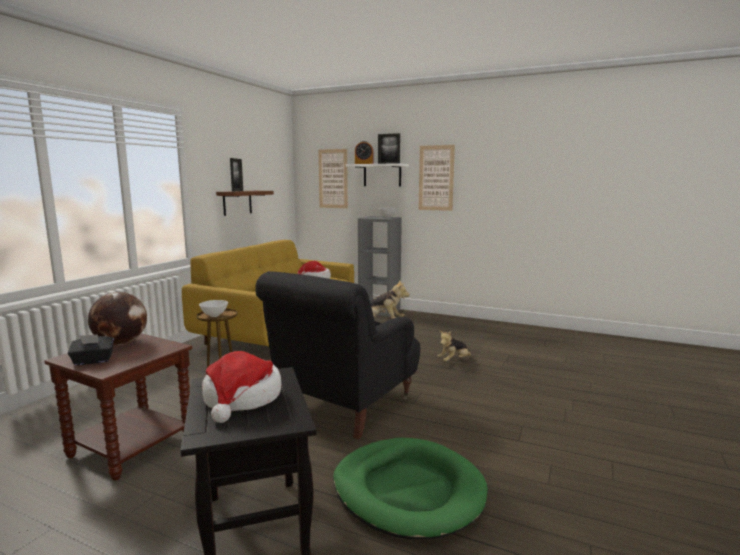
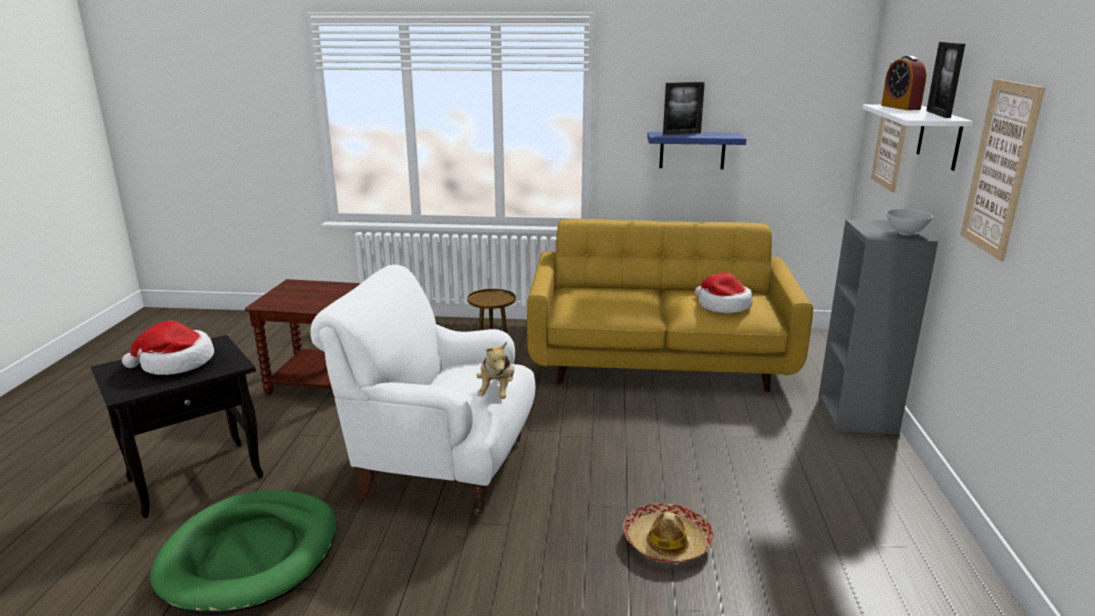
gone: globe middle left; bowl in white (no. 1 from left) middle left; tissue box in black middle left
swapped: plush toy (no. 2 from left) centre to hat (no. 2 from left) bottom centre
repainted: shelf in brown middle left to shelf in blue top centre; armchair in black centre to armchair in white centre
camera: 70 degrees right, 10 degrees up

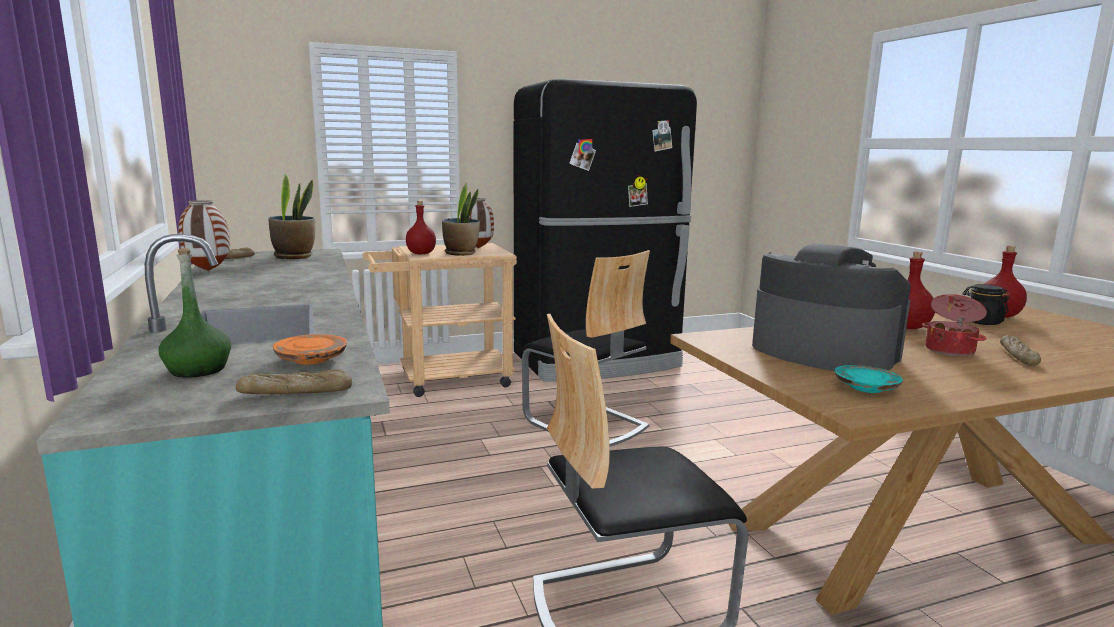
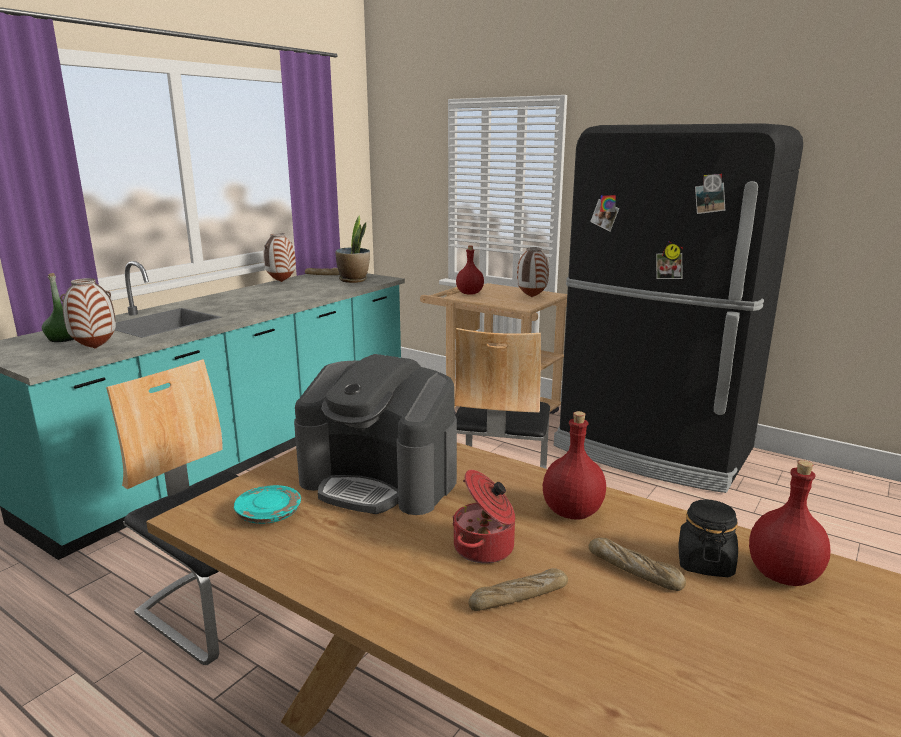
gone: potted plant (no. 2 from left) centre
shifted: bread (no. 2 from left in the first image) middle left to bread (no. 3 from left) bottom right
swapped: plate in orange middle left to vase (no. 1 from left) middle left
rotated: coffee machine middle right = centre 105 degrees clockwise
camera: 55 degrees right, 5 degrees up

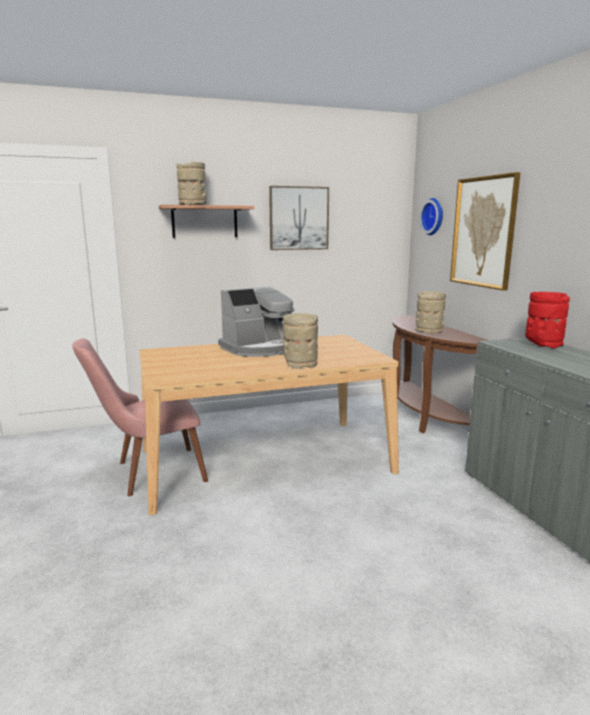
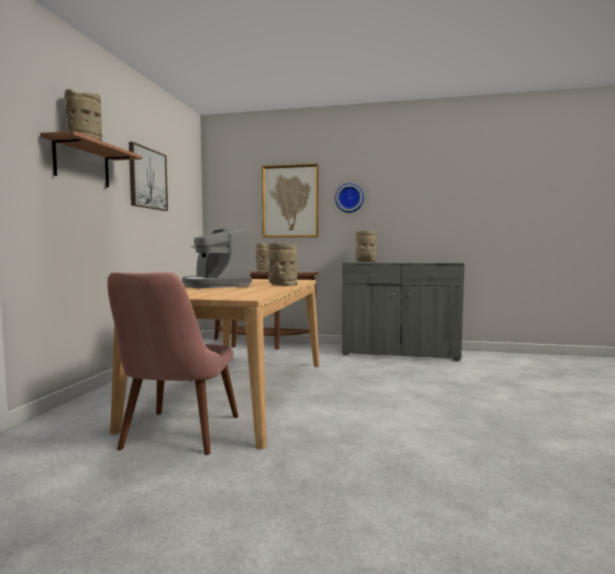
shifted: wall clock top right to centre
repainted: vase in red middle right to vase in beige (no. 4 from left) centre
rotated: coffee machine centre = centre 150 degrees clockwise
camera: 60 degrees left, 10 degrees down

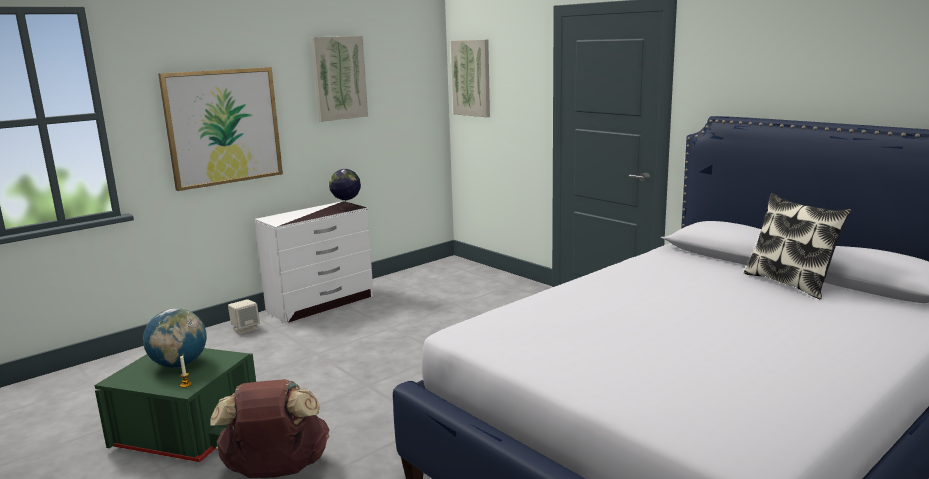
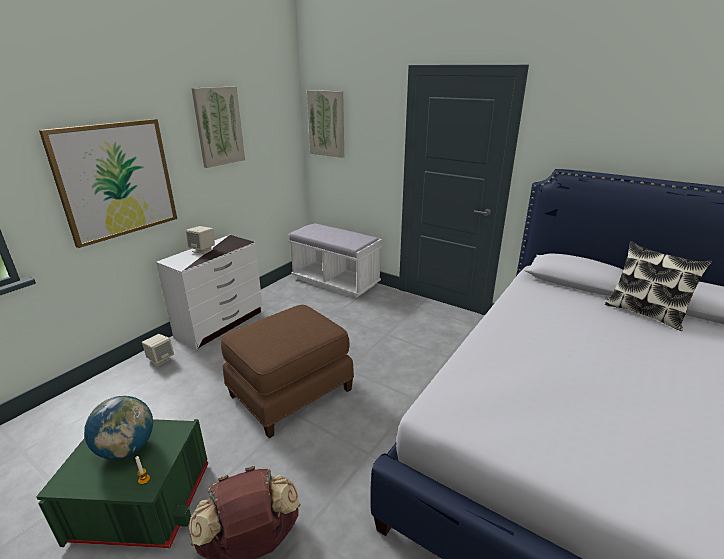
gone: globe (no. 2 from left) centre
new: bench in white centre; speaker in beige (no. 2 from left) middle left; ottoman in brown centre
camera: 15 degrees left, 10 degrees up

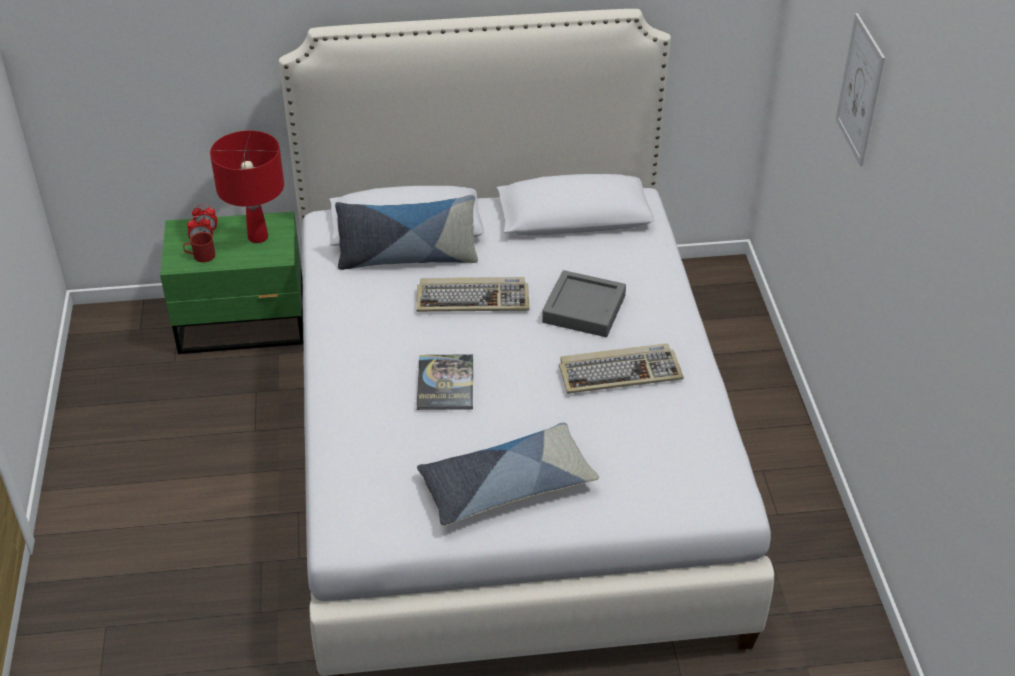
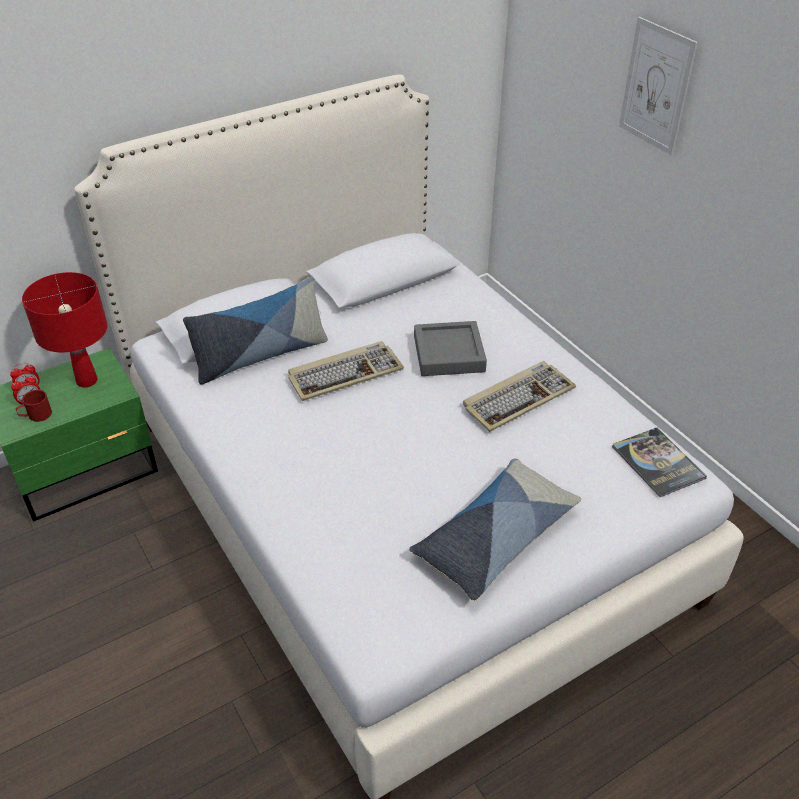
shifted: book centre to middle right
camera: 25 degrees left, 0 degrees up

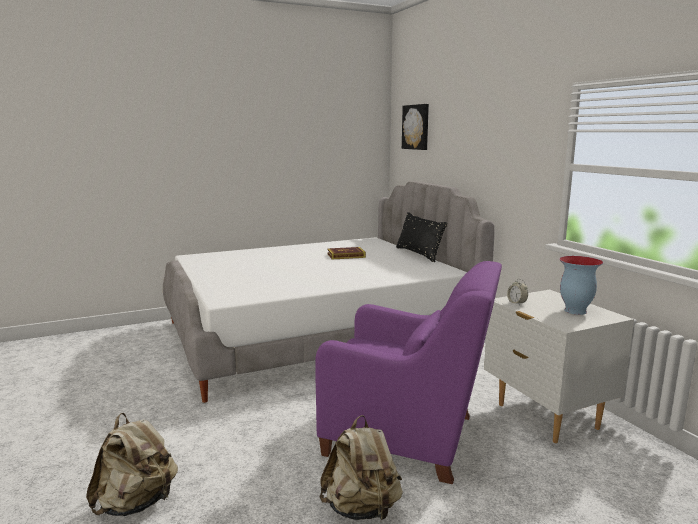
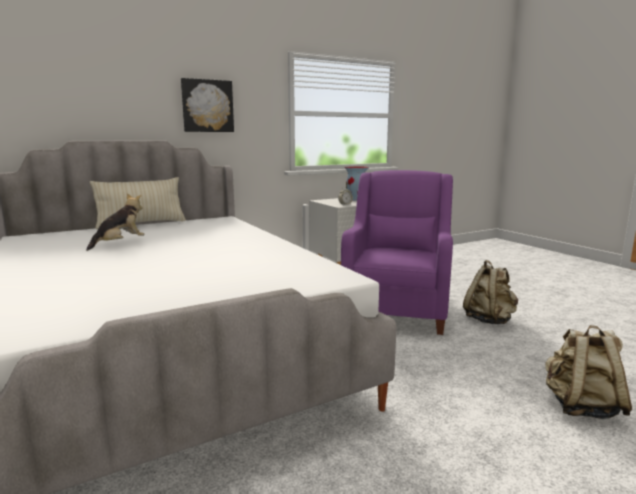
shifted: picture top centre to top left
swapped: book centre to plush toy middle left
repainted: pillow in black centre to pillow in beige middle left
camera: 95 degrees left, 0 degrees up

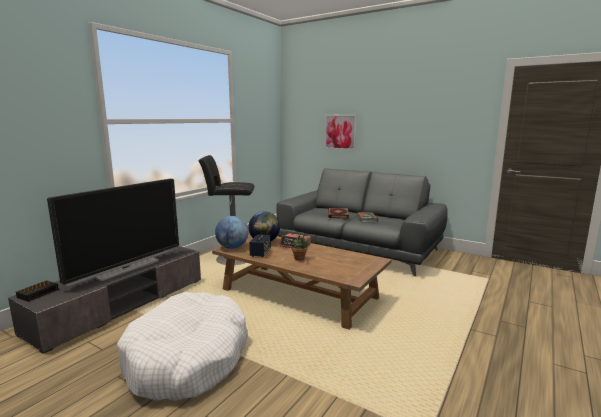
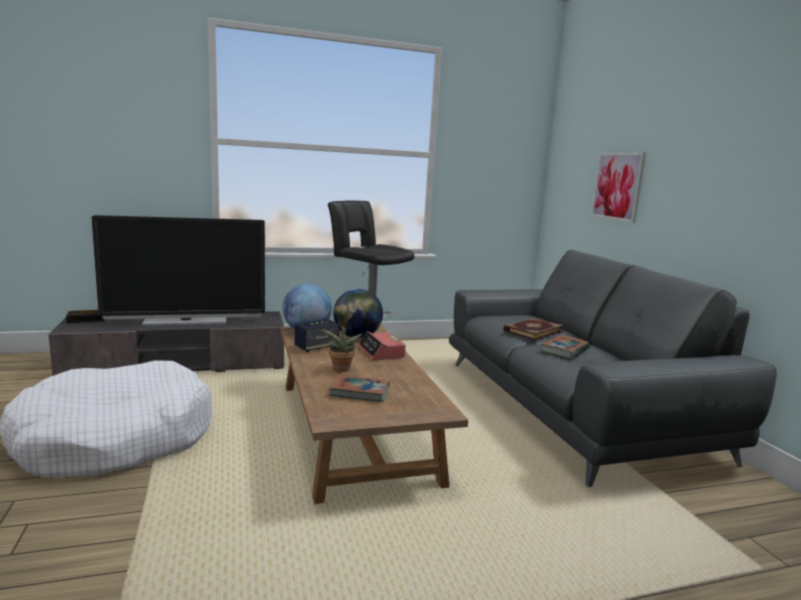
new: book (no. 1 from left) centre
camera: 40 degrees right, 0 degrees up

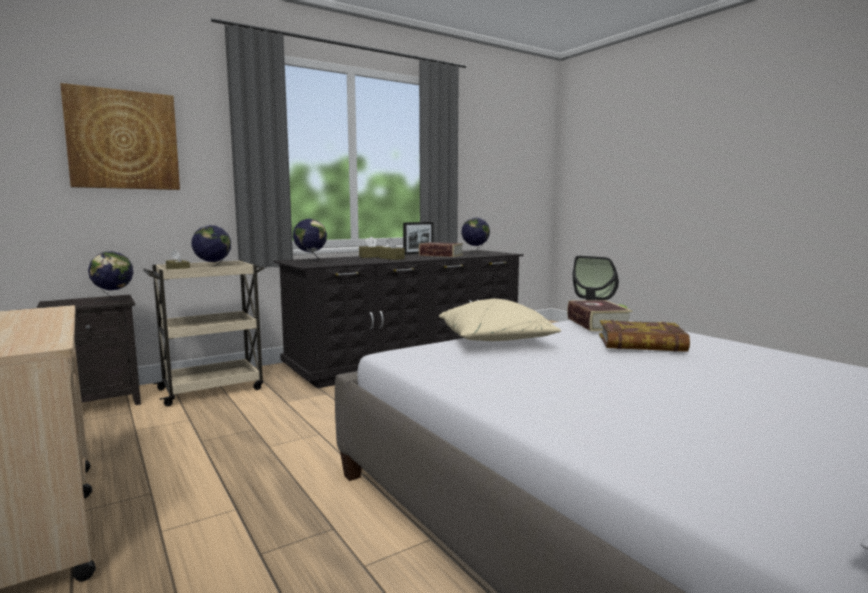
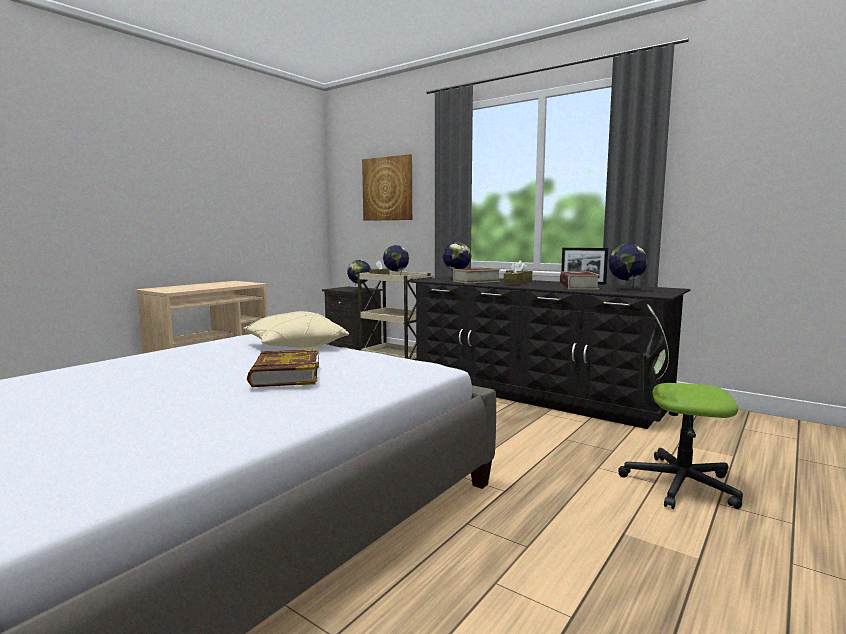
shifted: book (no. 2 from left) middle right to centre
camera: 70 degrees right, 0 degrees up

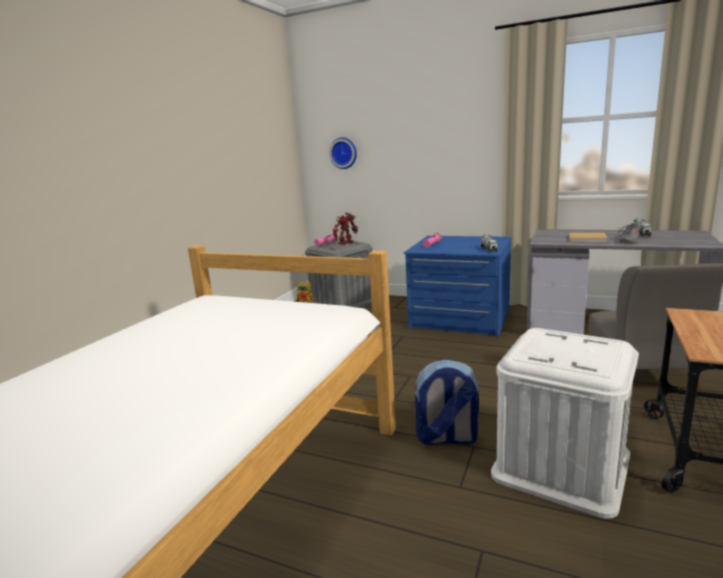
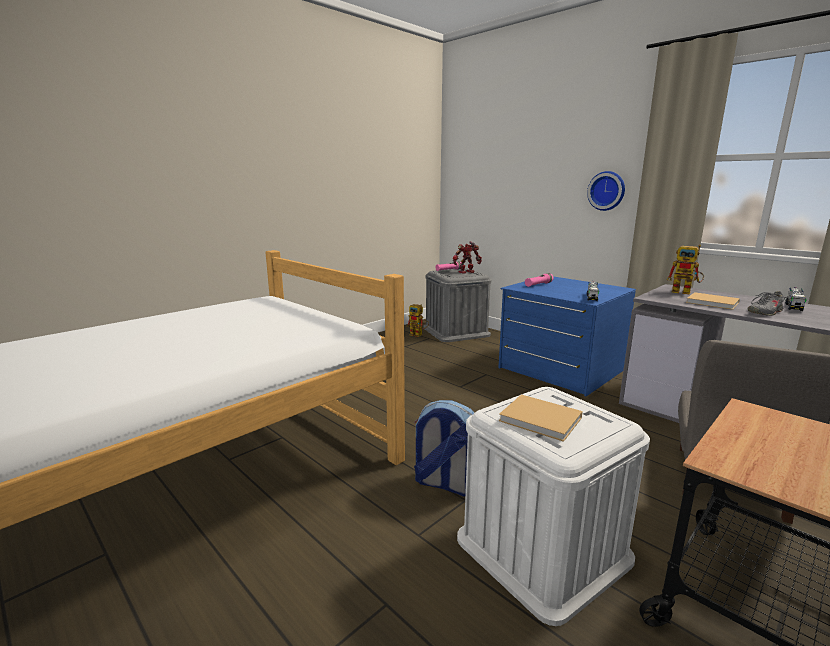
new: toy robot (no. 3 from left) middle right; book in beige (no. 1 from left) centre
shifted: wall clock top centre to top right
camera: 20 degrees right, 0 degrees up

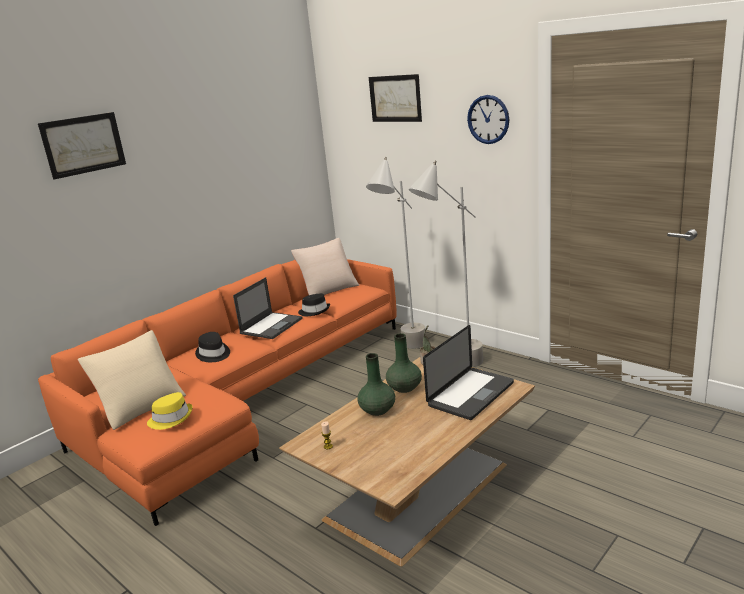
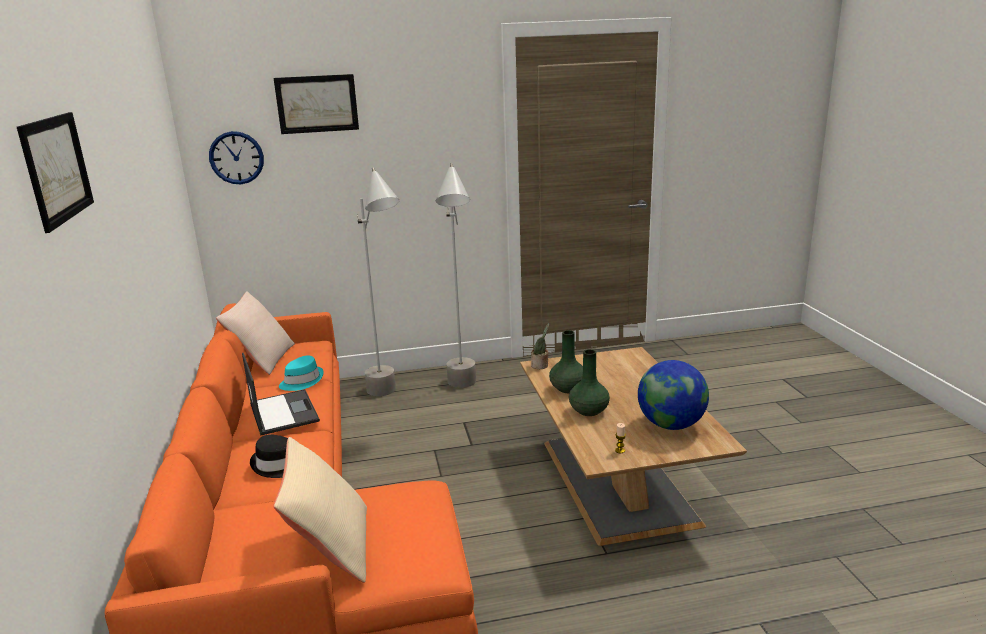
gone: laptop (no. 2 from left) centre; hat in yellow bottom left
new: globe middle right
shifted: wall clock top centre to top left
repainted: hat in black (no. 2 from left) centre to hat in turquoise middle left
camera: 55 degrees left, 0 degrees up

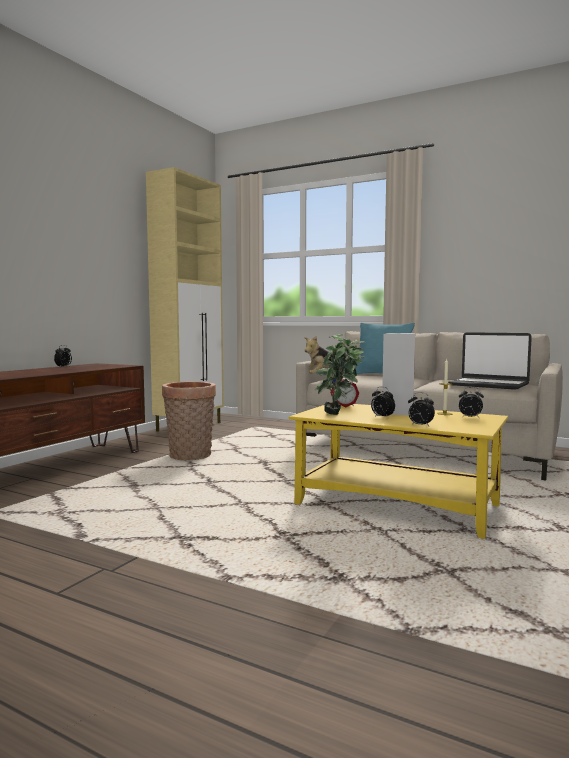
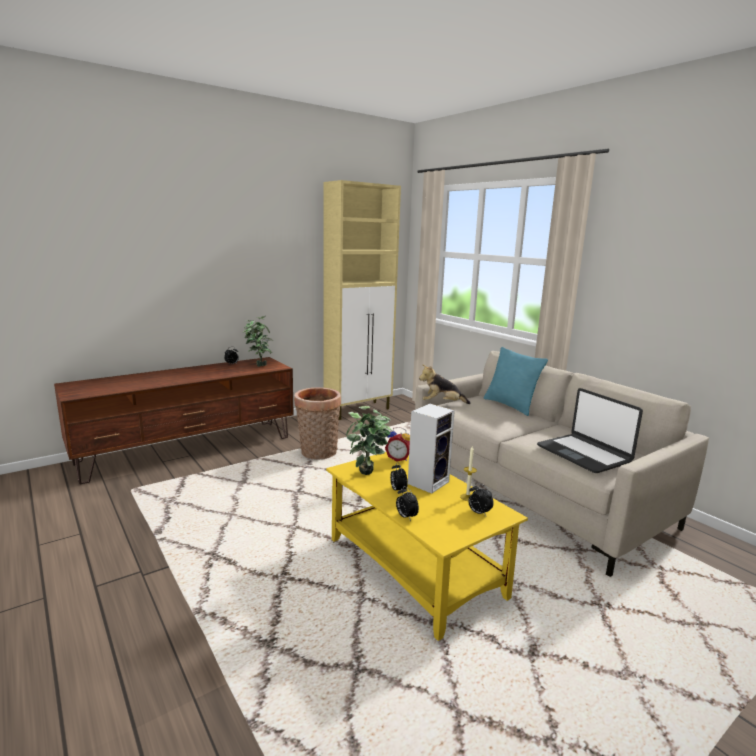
new: potted plant (no. 1 from left) centre
camera: 25 degrees right, 10 degrees up

